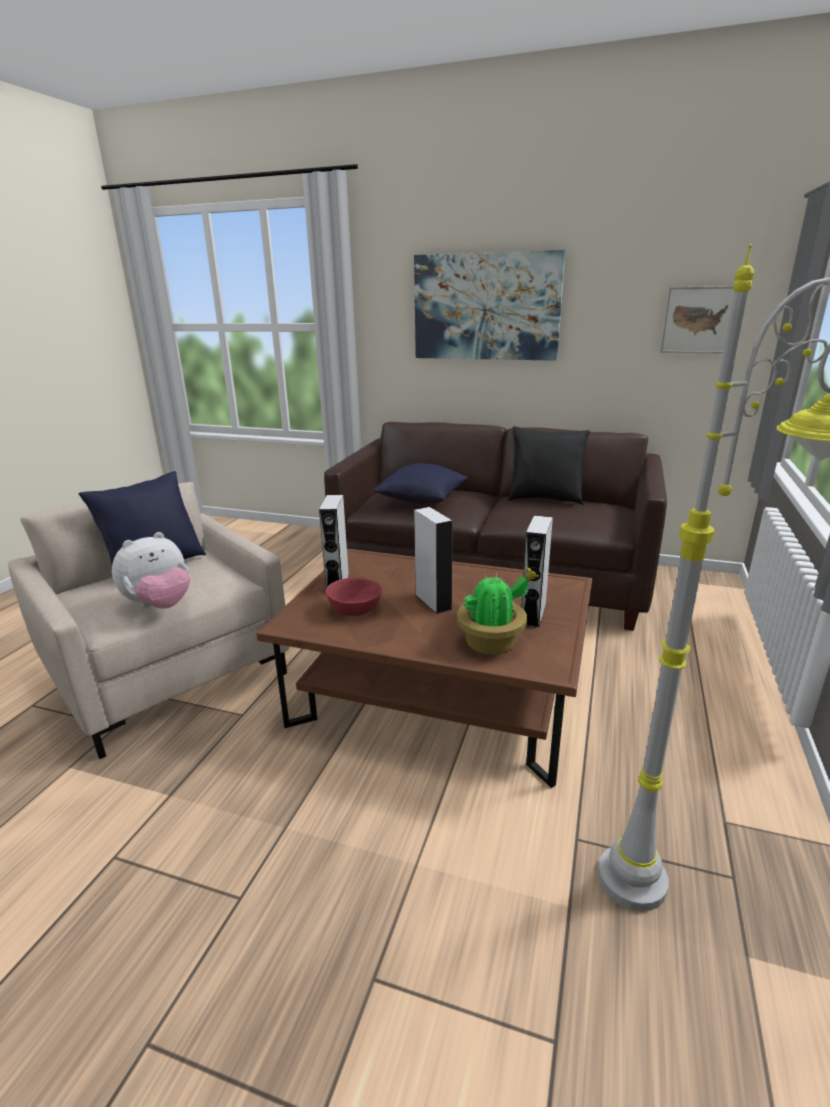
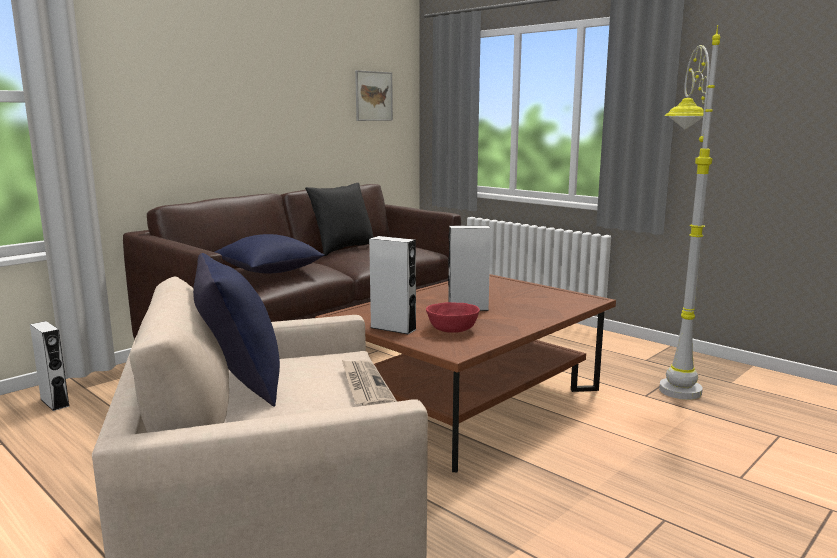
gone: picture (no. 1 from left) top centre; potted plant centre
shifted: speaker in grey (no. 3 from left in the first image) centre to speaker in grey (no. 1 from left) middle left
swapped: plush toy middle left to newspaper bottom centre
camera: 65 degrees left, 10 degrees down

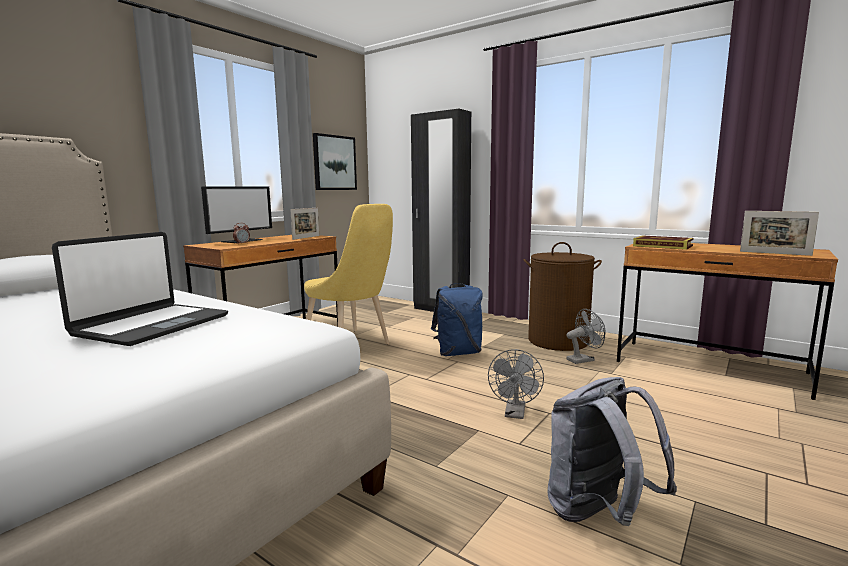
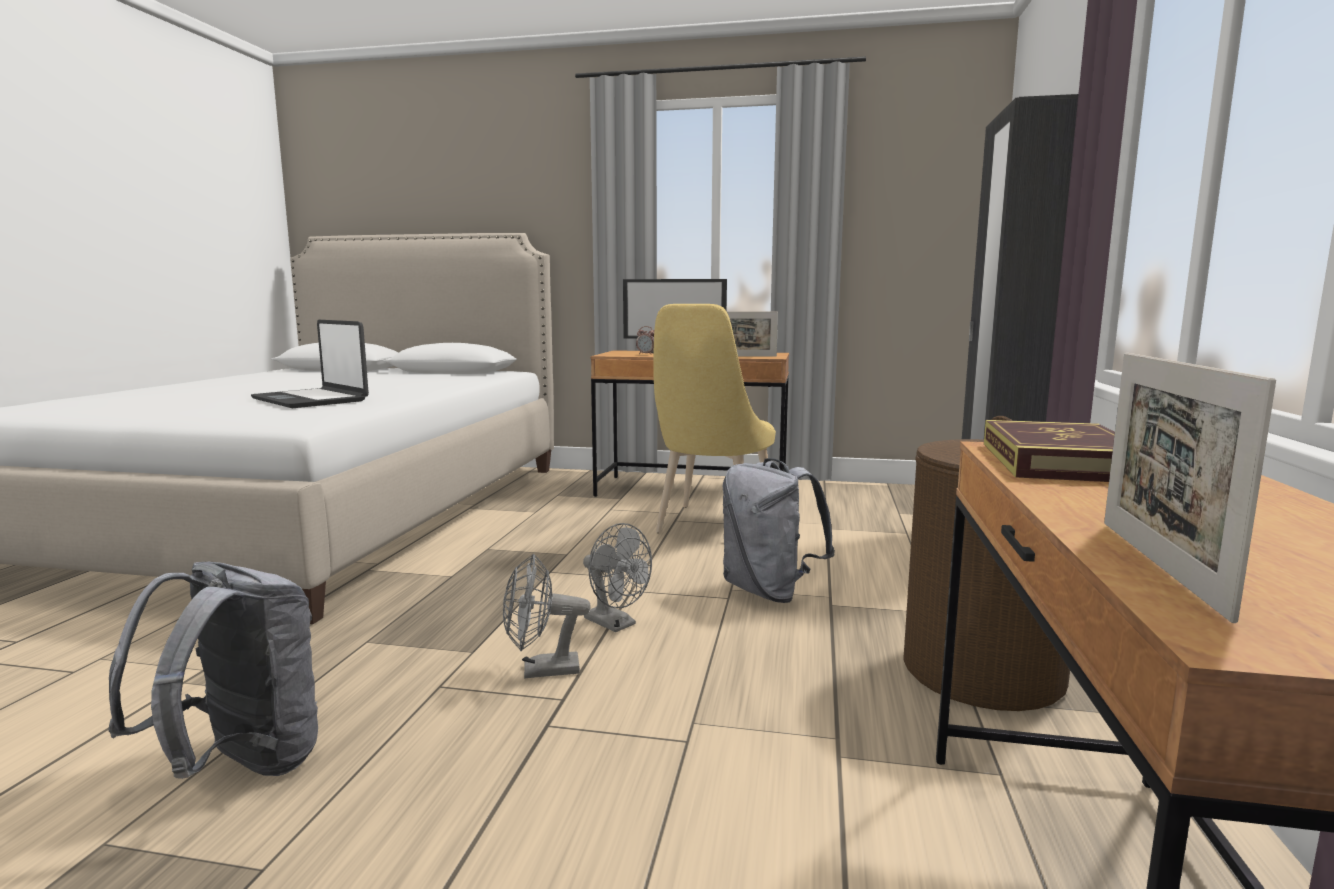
gone: picture top centre
shifted: fan in grey (no. 2 from left) middle right to centre
repainted: backpack in blue centre to backpack in grey (no. 2 from left) centre
rotated: laptop middle left = middle left 45 degrees clockwise
camera: 65 degrees right, 0 degrees up

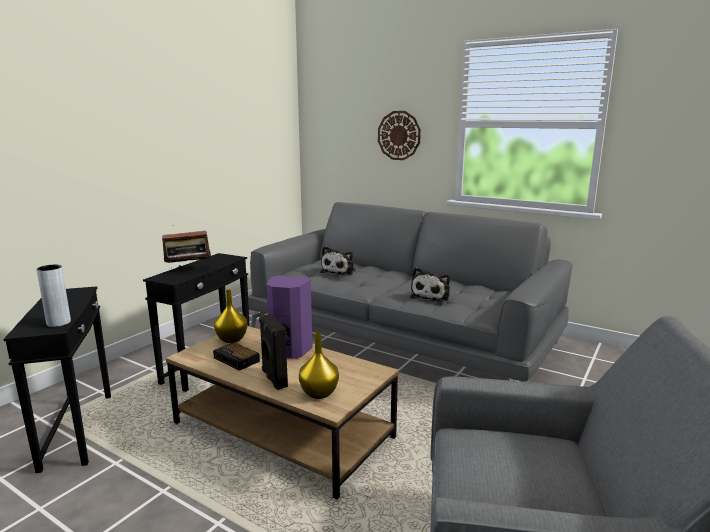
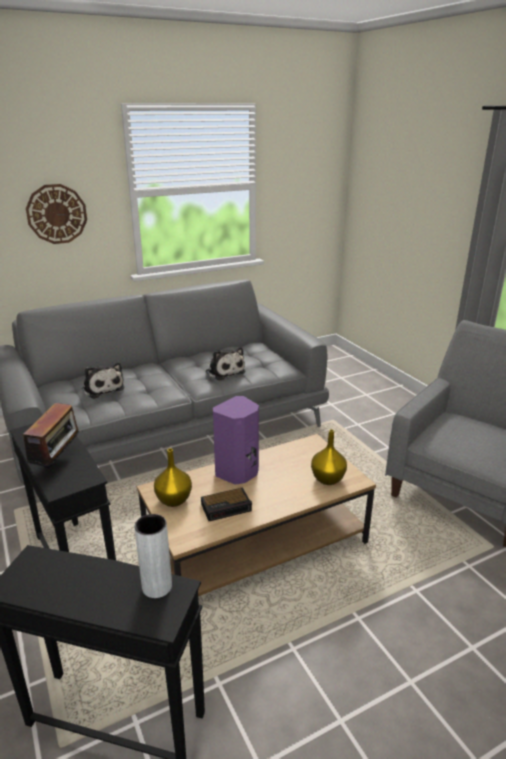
gone: speaker in black centre
camera: 60 degrees left, 10 degrees up

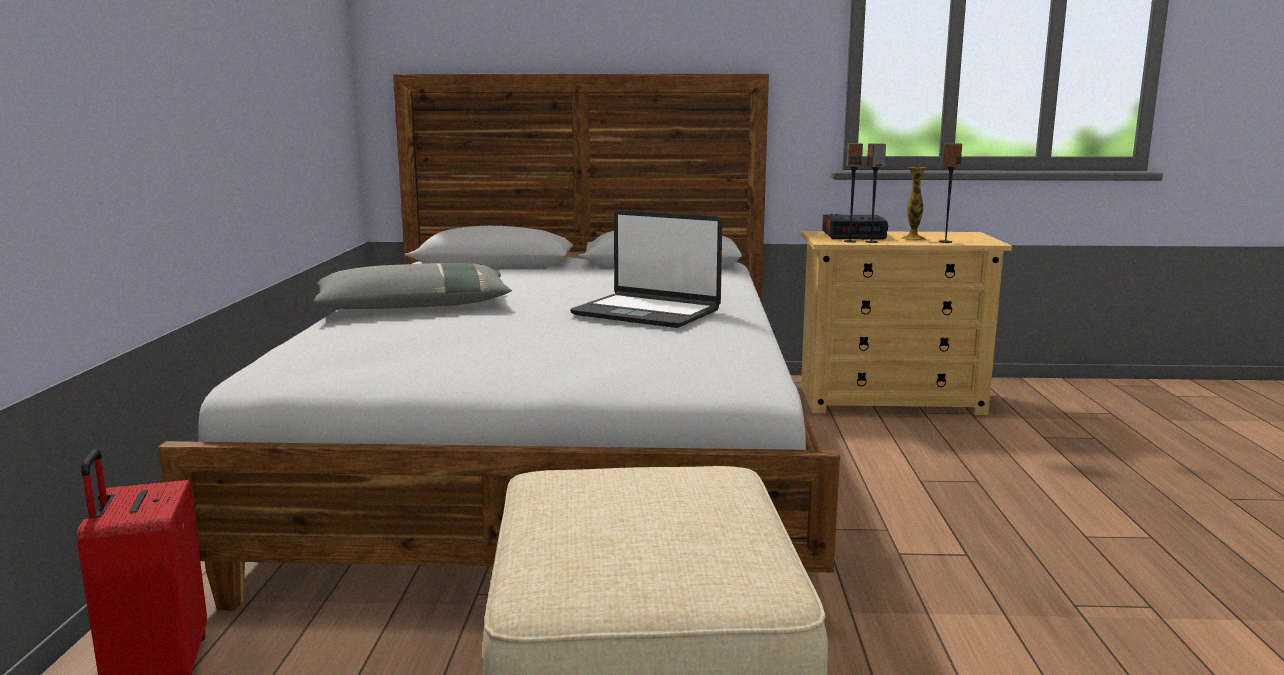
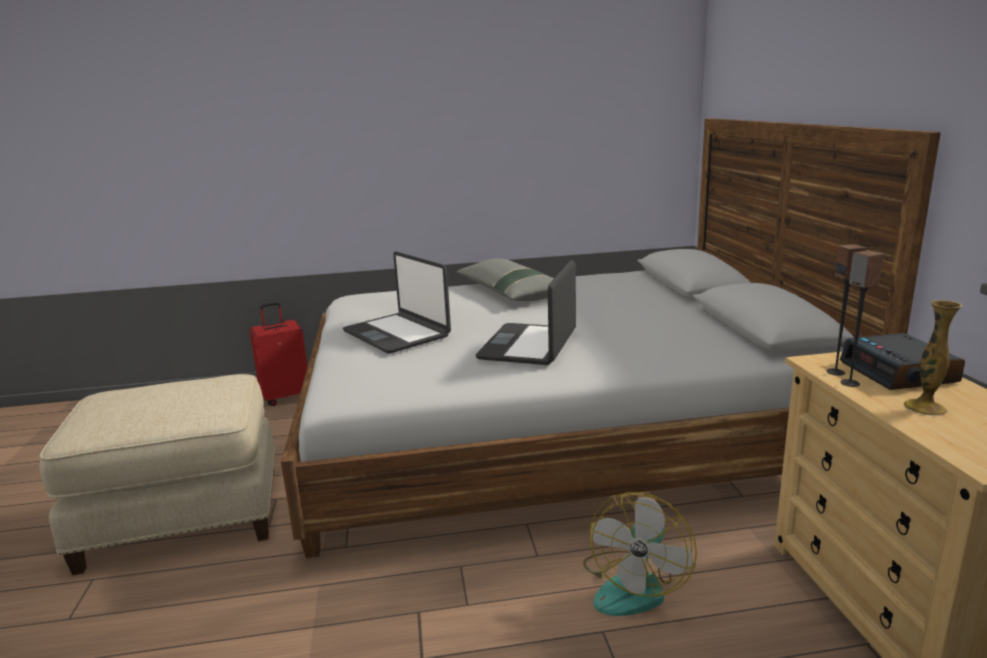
gone: speaker (no. 3 from left) top right
new: laptop (no. 1 from left) centre; fan bottom centre
camera: 80 degrees right, 5 degrees up

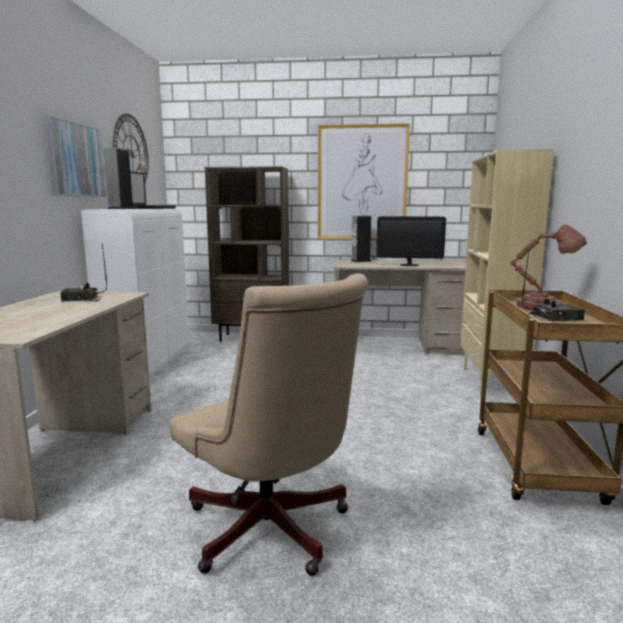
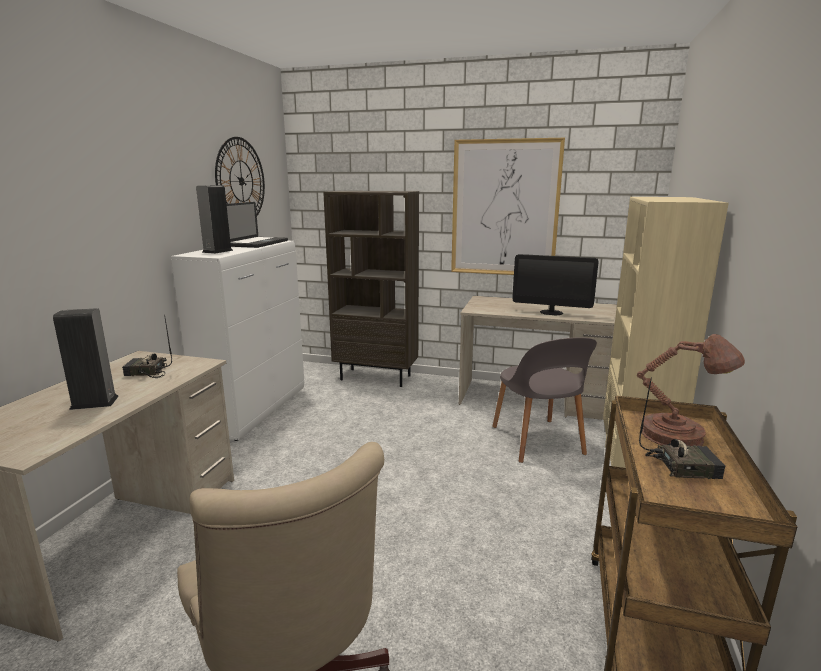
gone: picture (no. 1 from left) top left
new: chair in grey centre
shifted: speaker (no. 2 from left in the first image) centre to speaker (no. 1 from left) middle left
camera: 10 degrees right, 5 degrees up

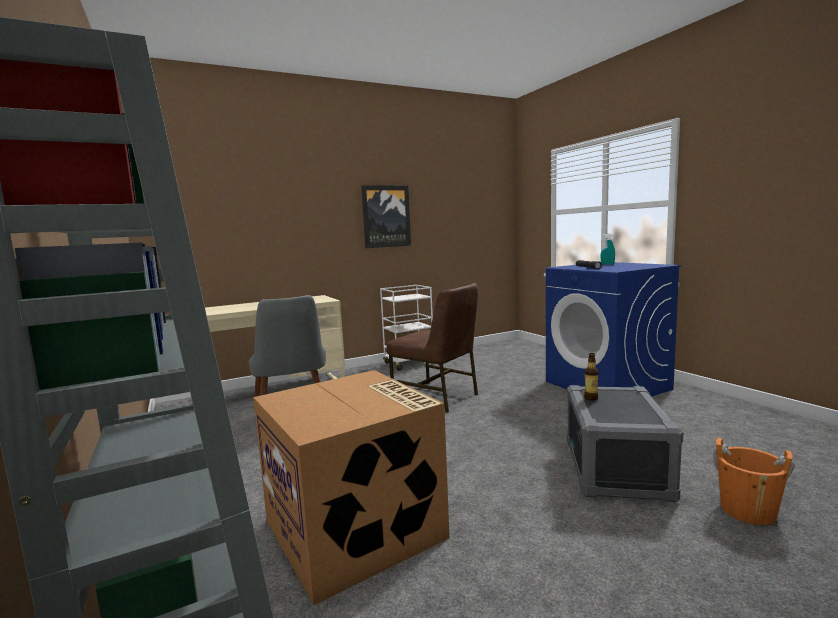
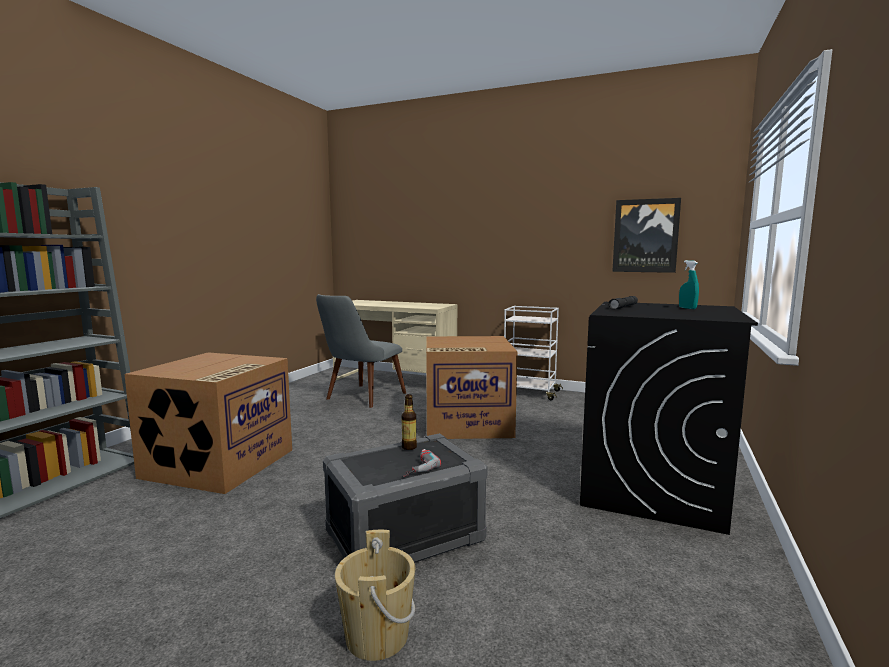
new: power drill bottom centre
shifted: picture centre to middle right
swapped: chair in brown centre to cardboard box (no. 2 from left) centre
repainted: washing machine in blue middle right to washing machine in black middle right; bucket in orange bottom right to bucket in beige bottom centre
camera: 50 degrees right, 0 degrees up

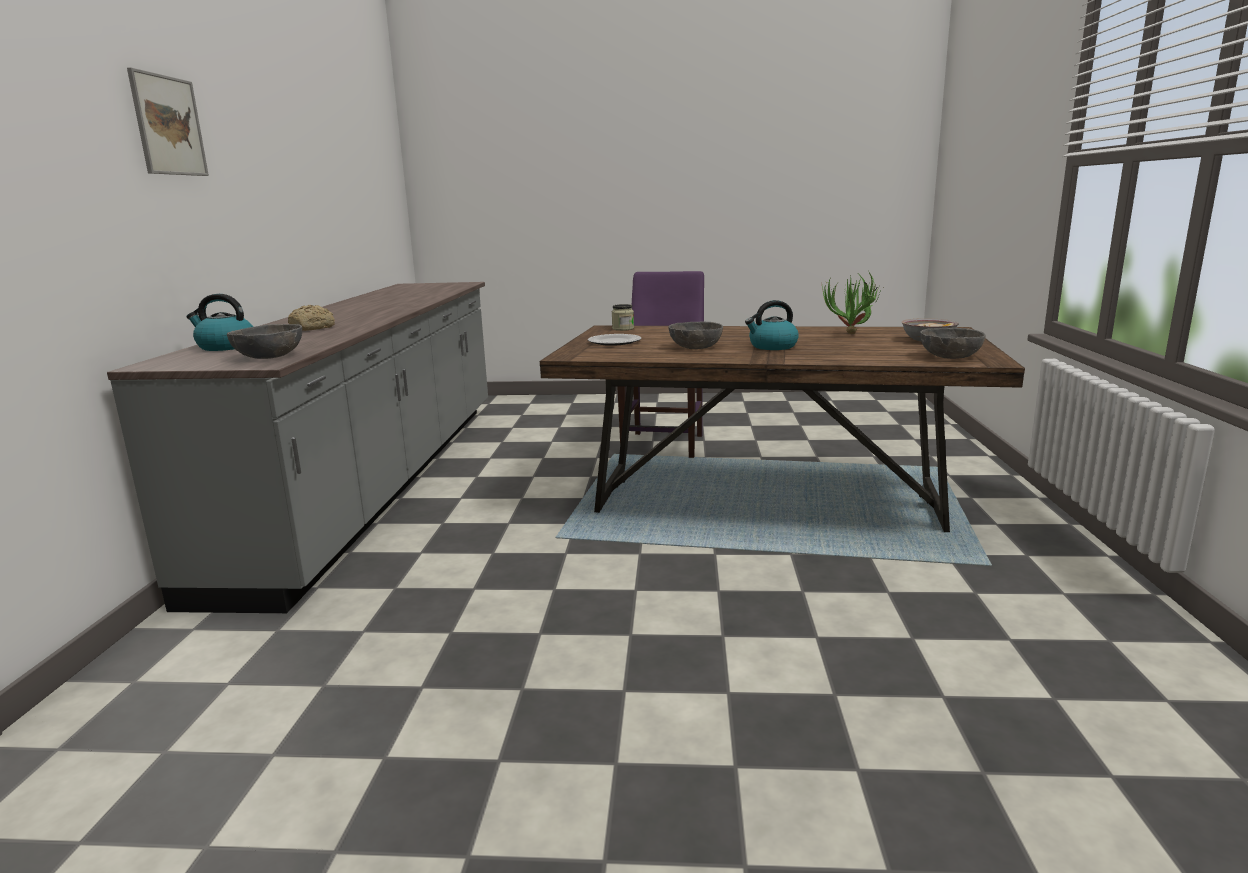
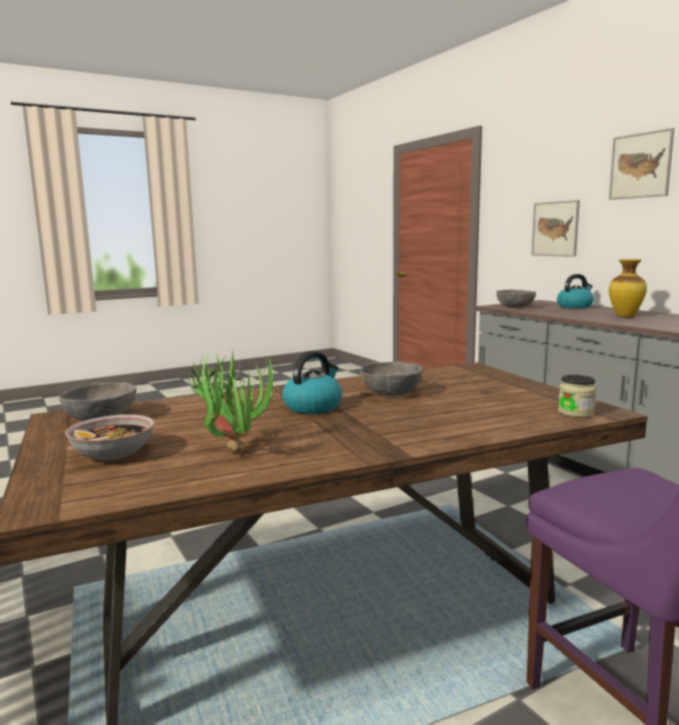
gone: plate centre
new: picture (no. 1 from left) top right
swapped: bread middle left to vase middle right
camera: 145 degrees right, 5 degrees down

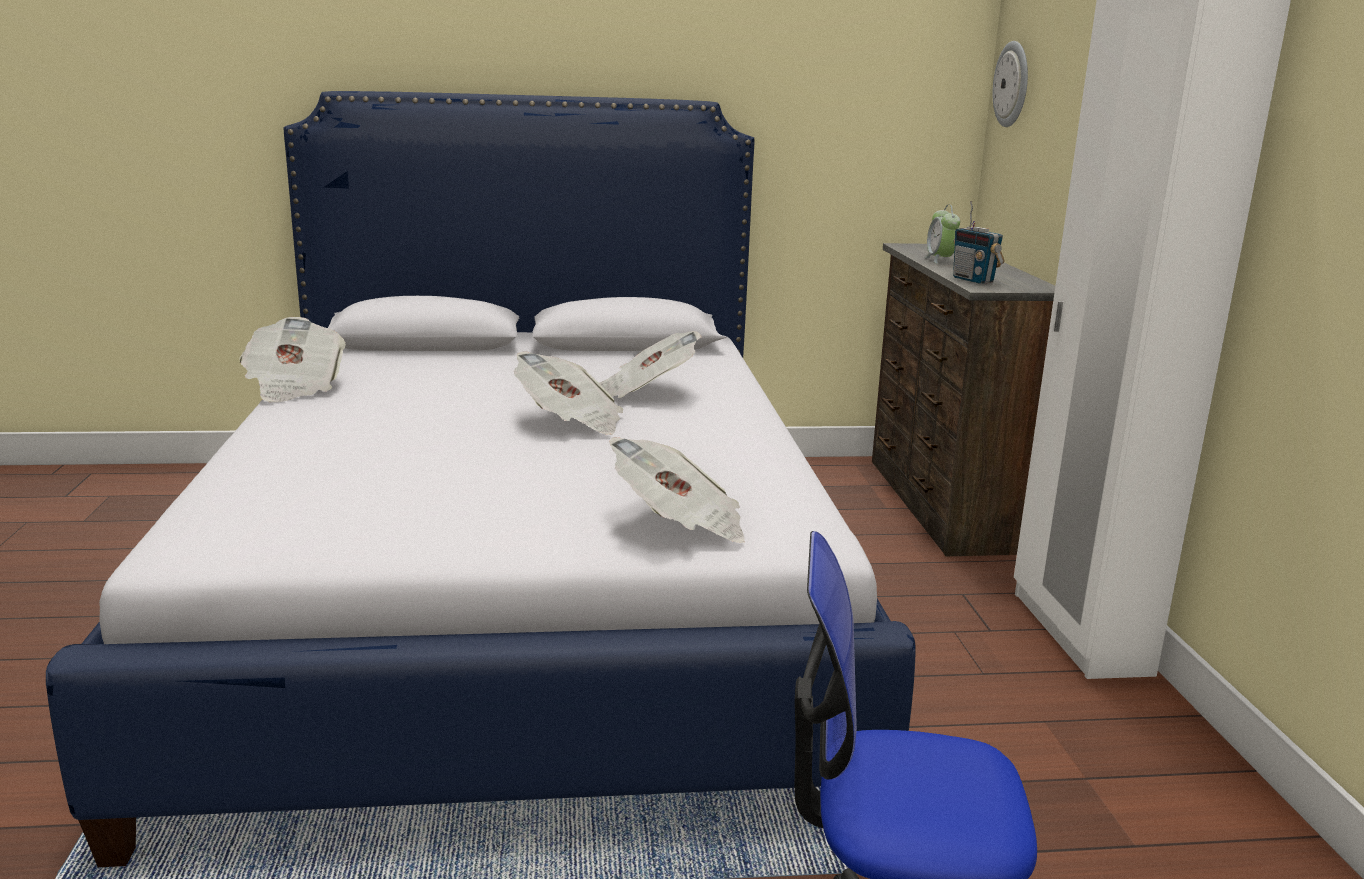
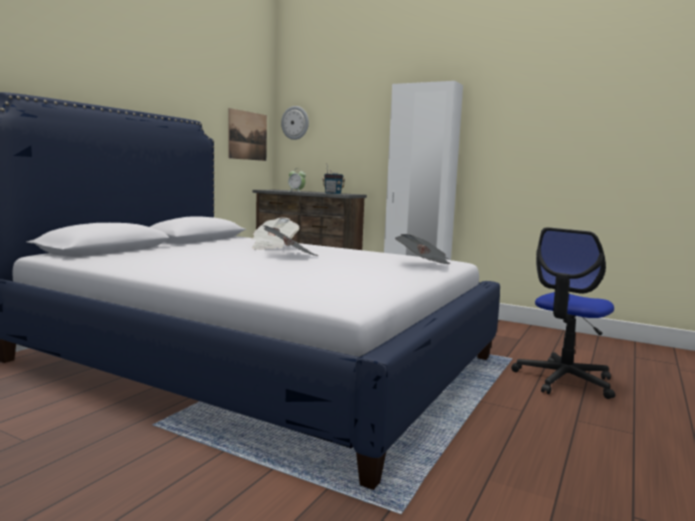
gone: newspaper (no. 1 from left) middle left
new: picture top centre
camera: 55 degrees left, 10 degrees down

